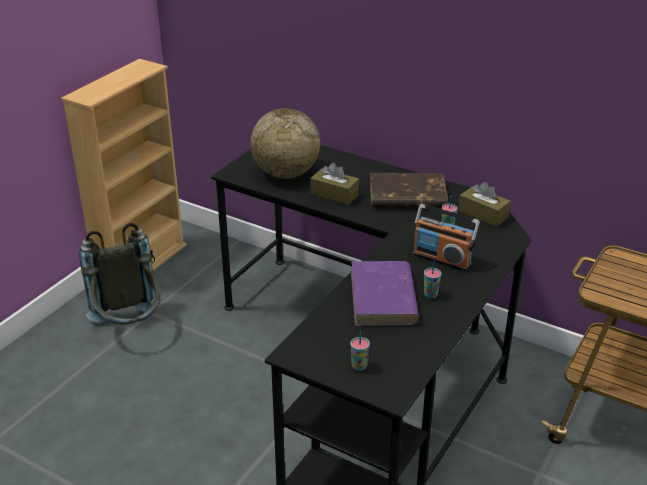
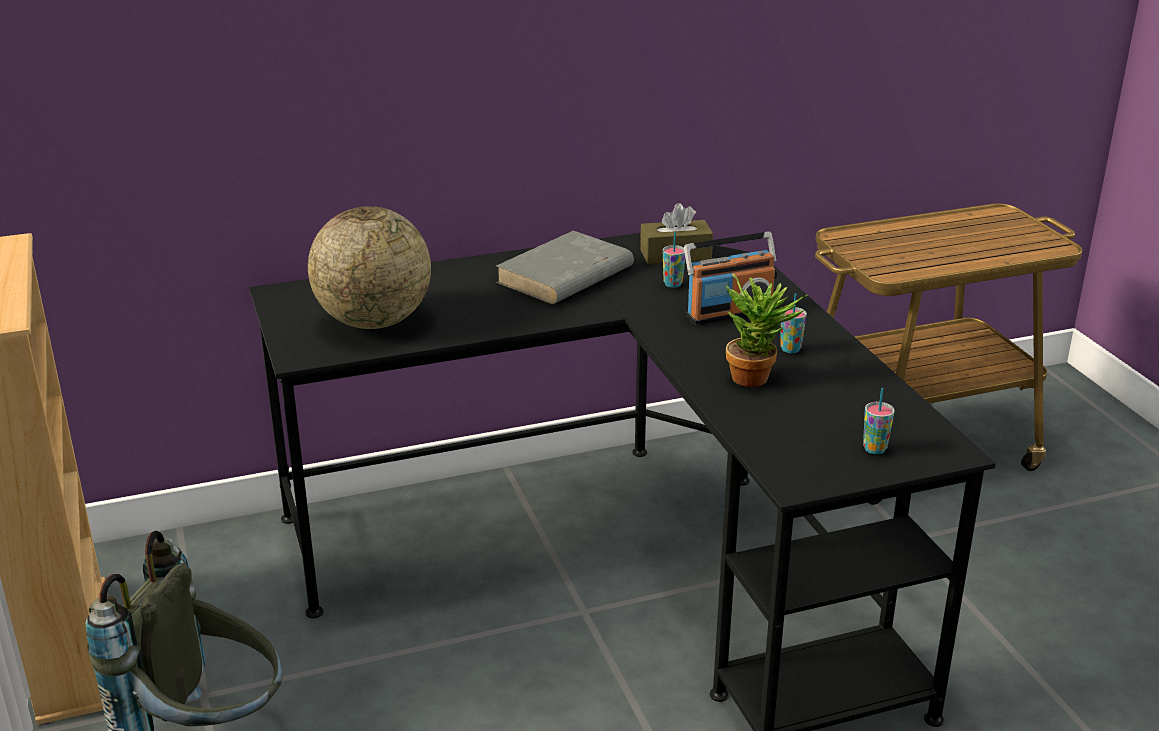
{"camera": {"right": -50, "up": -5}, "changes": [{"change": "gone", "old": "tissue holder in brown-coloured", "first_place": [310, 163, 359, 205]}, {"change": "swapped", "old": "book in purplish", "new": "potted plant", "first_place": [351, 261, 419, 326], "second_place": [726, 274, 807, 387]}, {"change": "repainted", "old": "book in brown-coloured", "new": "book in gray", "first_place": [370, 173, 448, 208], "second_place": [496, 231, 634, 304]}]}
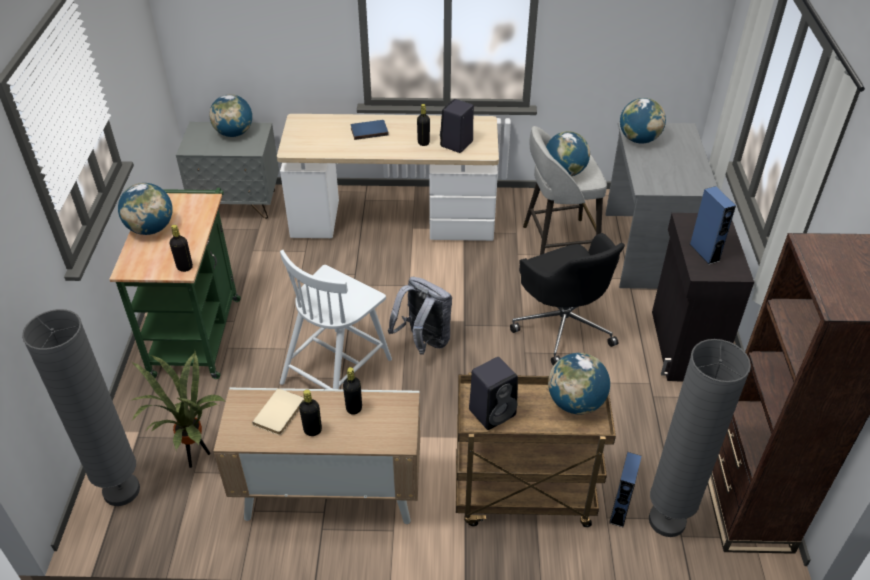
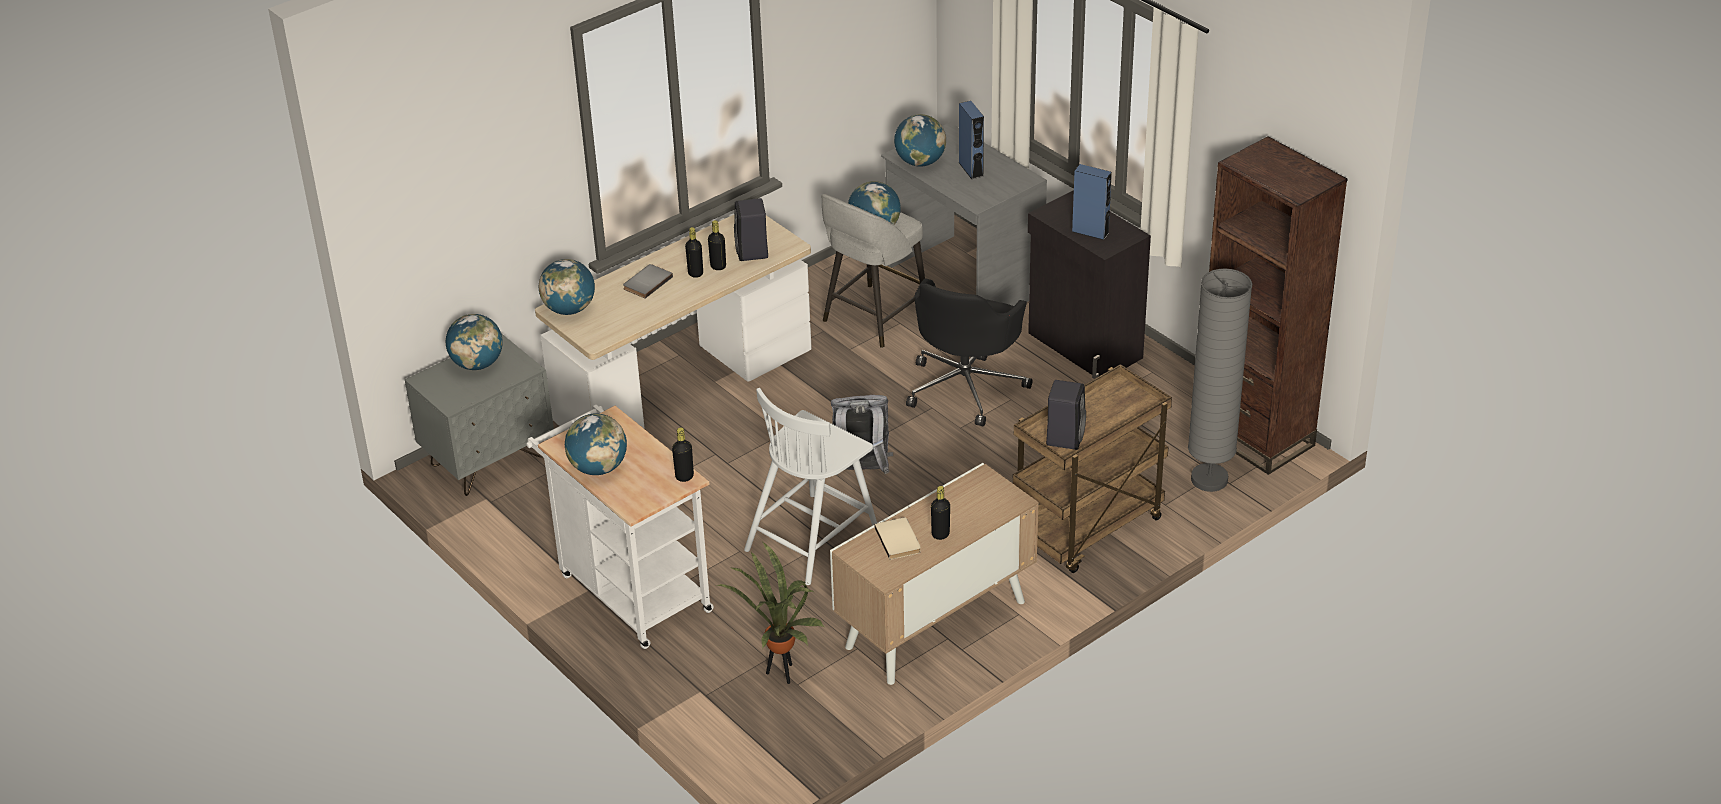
{"camera": {"right": -40, "up": -5}, "changes": [{"change": "gone", "old": "standing lamp in gray", "first_place": [22, 309, 140, 506]}, {"change": "shifted", "old": "drink bottle in black", "first_place": [343, 367, 362, 415], "second_place": [685, 227, 703, 278]}, {"change": "shifted", "old": "globe", "first_place": [548, 353, 610, 414], "second_place": [539, 259, 595, 315]}, {"change": "shifted", "old": "speaker in bluish", "first_place": [609, 452, 642, 527], "second_place": [958, 101, 984, 179]}, {"change": "repainted", "old": "wheeled cart in greenish", "new": "wheeled cart in whitish", "first_place": [109, 188, 241, 379], "second_place": [526, 405, 714, 649]}, {"change": "repainted", "old": "book in bluish", "new": "book in gray", "first_place": [351, 120, 389, 140], "second_place": [623, 264, 673, 298]}, {"change": "rotated", "old": "chair in whitish", "first_place": [280, 250, 392, 389], "second_place": [744, 388, 877, 585], "degrees": 45}, {"change": "rotated", "old": "desk chair in black", "first_place": [510, 233, 625, 366], "second_place": [906, 279, 1032, 427], "degrees": 90}]}
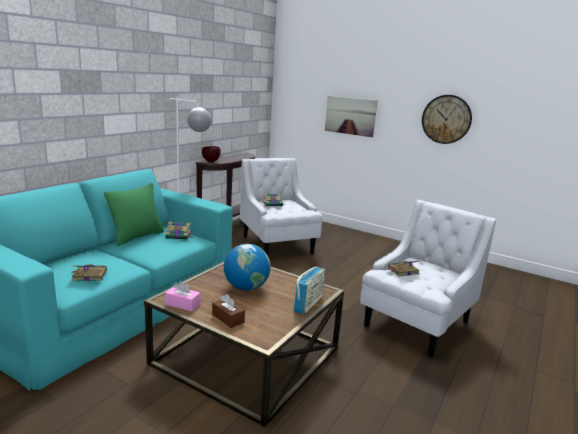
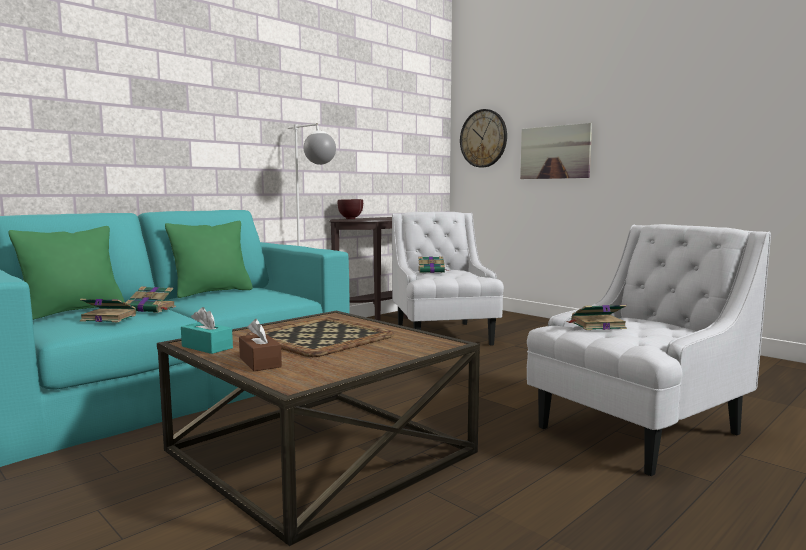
{"camera": {"right": 15, "up": -10}, "changes": [{"change": "gone", "old": "radio set", "first_place": [293, 267, 325, 315]}, {"change": "new", "new": "cushion in greenish", "second_place": [9, 226, 125, 320]}, {"change": "shifted", "old": "book", "first_place": [165, 222, 192, 240], "second_place": [126, 286, 176, 313]}, {"change": "shifted", "old": "clock on the wall", "first_place": [422, 95, 472, 144], "second_place": [460, 109, 507, 168]}, {"change": "swapped", "old": "globe", "new": "serving tray", "first_place": [224, 244, 270, 291], "second_place": [246, 317, 394, 357]}, {"change": "repainted", "old": "tissue holder in pinkish", "new": "tissue holder in turquoise", "first_place": [165, 281, 201, 312], "second_place": [181, 307, 233, 354]}]}
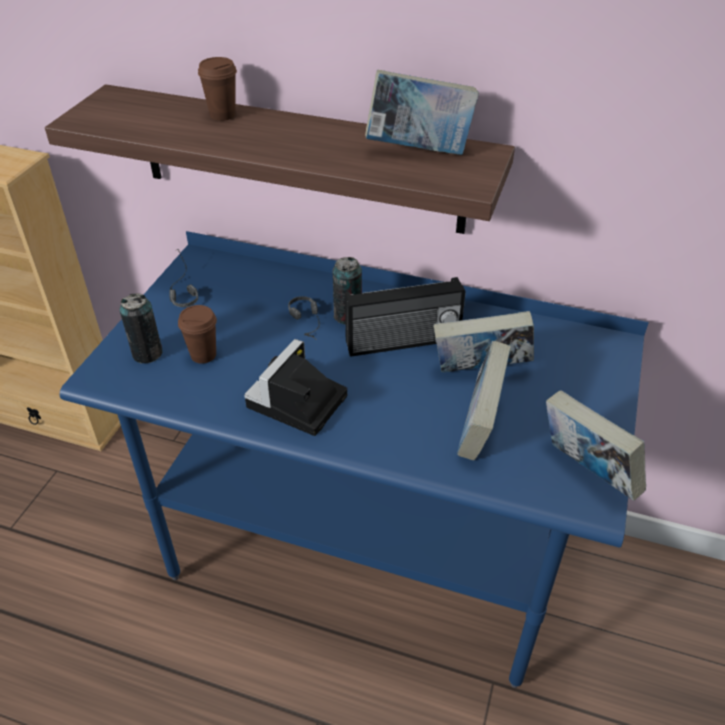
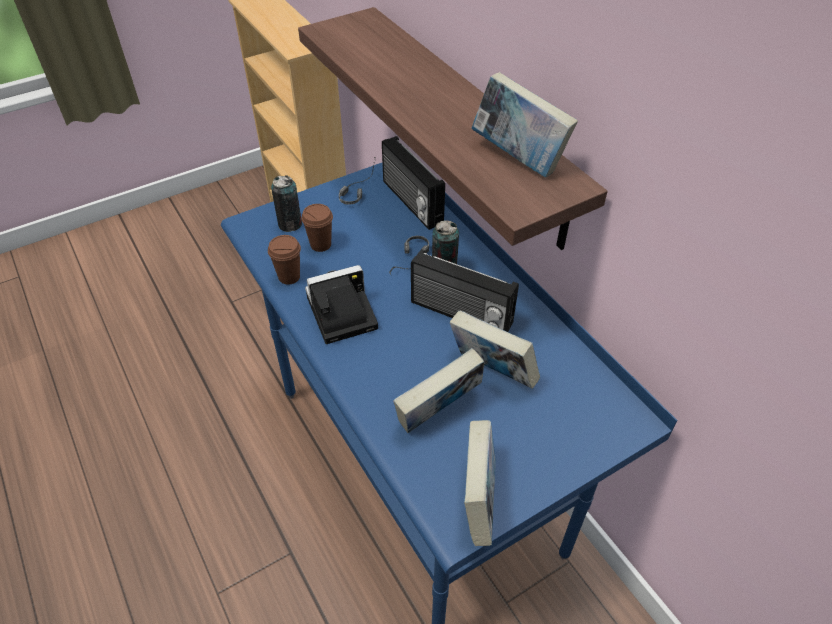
{"camera": {"right": 40, "up": 5}, "changes": [{"change": "new", "new": "radio set", "second_place": [382, 136, 445, 230]}, {"change": "shifted", "old": "small cup in brown-coloured", "first_place": [198, 57, 237, 121], "second_place": [268, 235, 301, 285]}]}
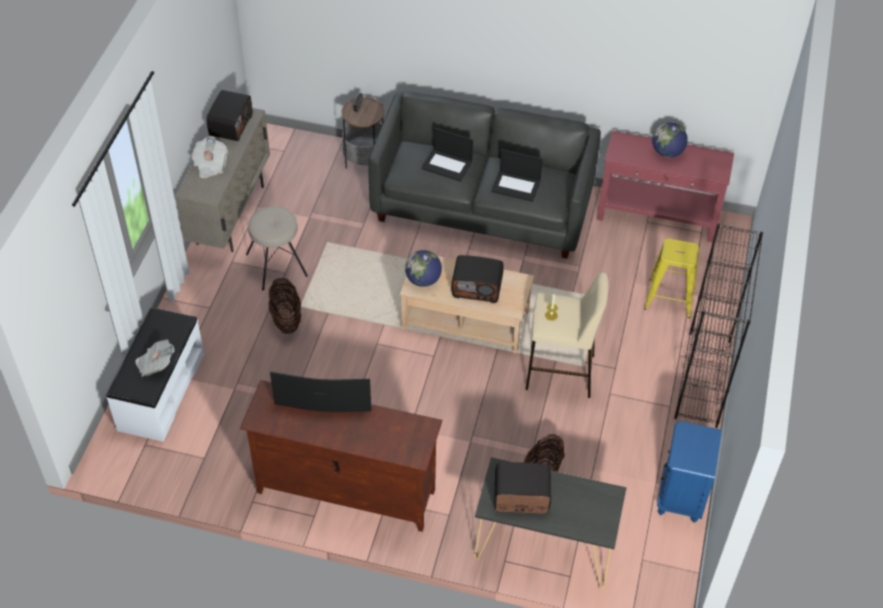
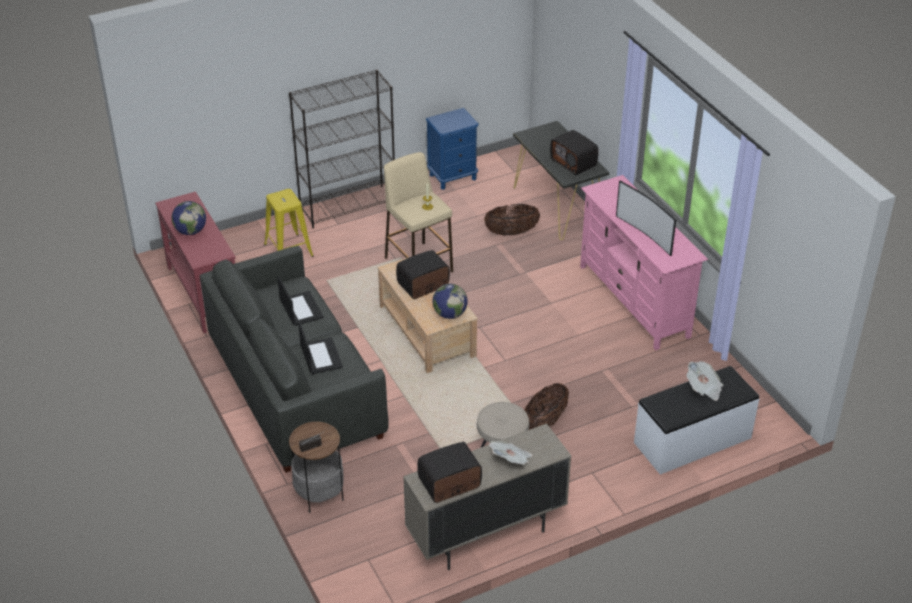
{"camera": {"right": -130, "up": -10}, "changes": [{"change": "repainted", "old": "tv unit in brown-coloured", "new": "tv unit in pinkish", "first_place": [240, 380, 442, 532], "second_place": [580, 175, 708, 350]}, {"change": "rotated", "old": "radio set", "first_place": [451, 255, 504, 303], "second_place": [396, 250, 450, 299], "degrees": -90}]}
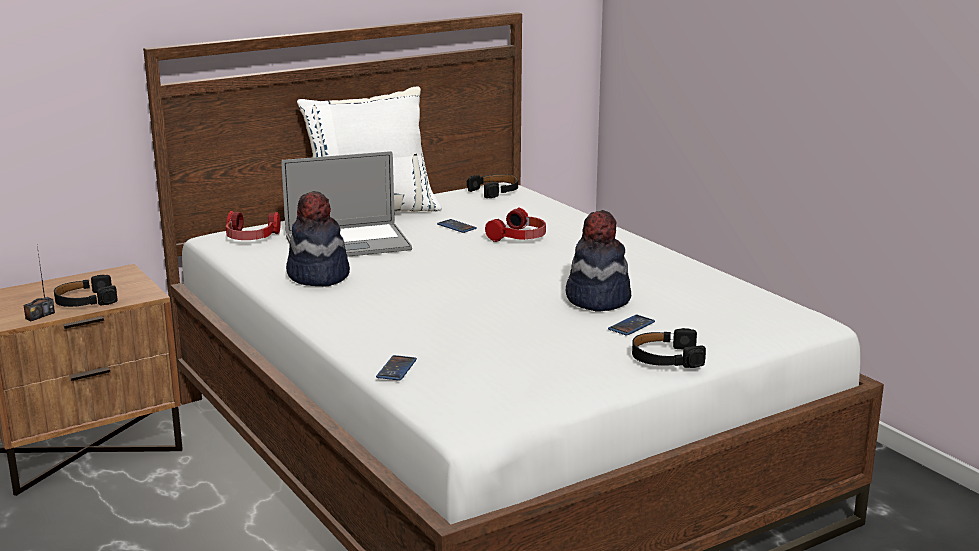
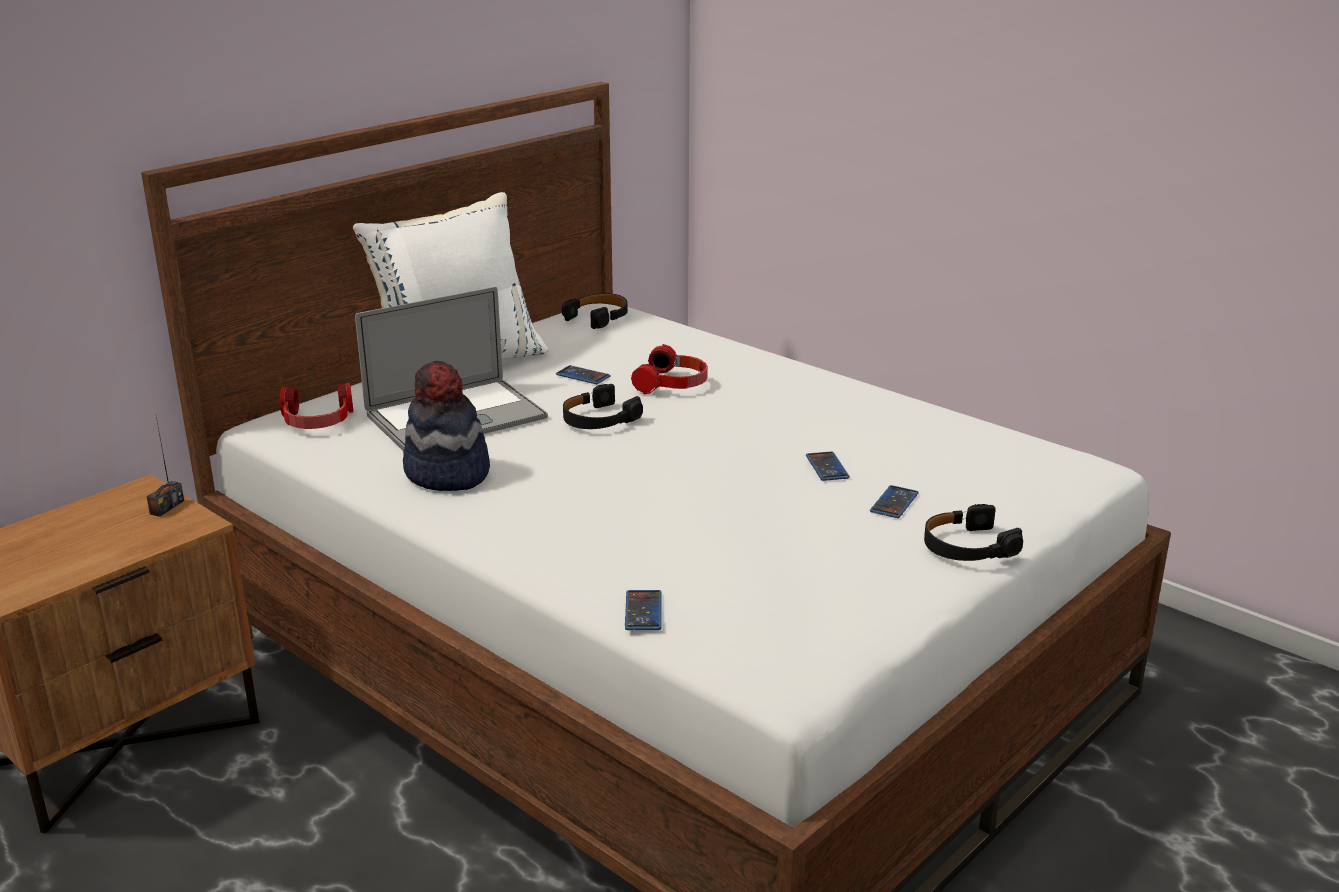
{"camera": {"right": -15, "up": 5}, "changes": [{"change": "shifted", "old": "radio set", "first_place": [23, 246, 55, 321], "second_place": [146, 417, 184, 517]}, {"change": "shifted", "old": "pair of headphones in black", "first_place": [54, 275, 118, 307], "second_place": [563, 384, 643, 429]}, {"change": "swapped", "old": "clothing hat", "new": "phone", "first_place": [566, 210, 631, 312], "second_place": [806, 451, 850, 481]}]}
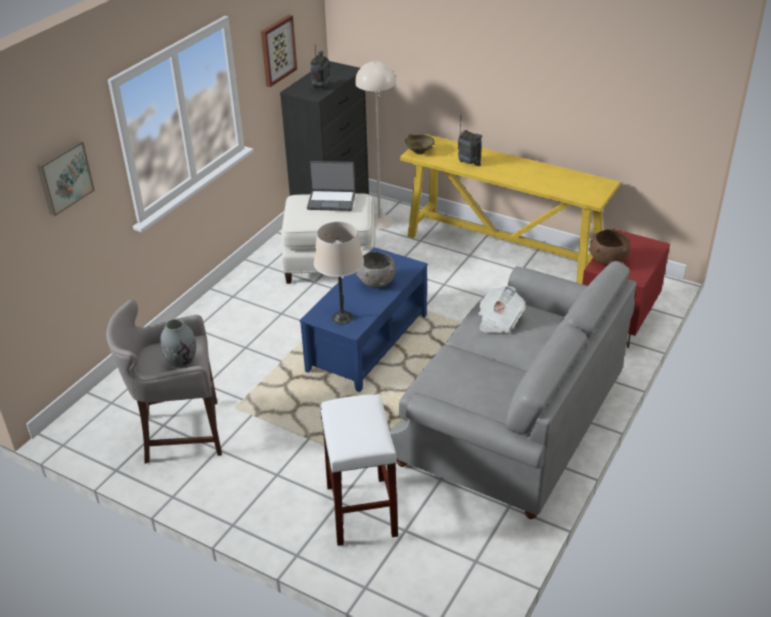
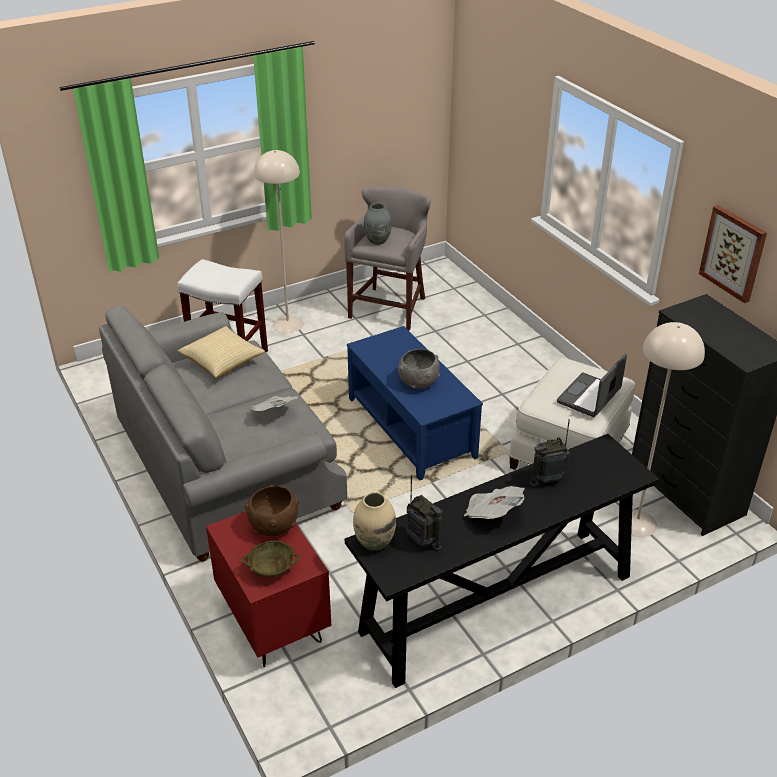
{"camera": {"right": 120, "up": 0}, "changes": [{"change": "gone", "old": "wall picture", "first_place": [37, 140, 94, 216]}, {"change": "gone", "old": "tabletop lamp in beige-coloured", "first_place": [314, 222, 364, 325]}, {"change": "new", "new": "cushion", "second_place": [178, 326, 265, 378]}, {"change": "new", "new": "standing lamp in beige-coloured", "second_place": [254, 150, 303, 333]}, {"change": "new", "new": "decorative vase in beige-coloured", "second_place": [353, 492, 396, 551]}, {"change": "new", "new": "daily paper", "second_place": [464, 486, 524, 519]}, {"change": "shifted", "old": "radio set", "first_place": [310, 45, 330, 90], "second_place": [406, 475, 443, 551]}, {"change": "shifted", "old": "deep dish in beige-coloured", "first_place": [405, 134, 435, 155], "second_place": [242, 541, 300, 577]}, {"change": "repainted", "old": "hall table in yellow", "new": "hall table in black", "first_place": [400, 134, 620, 284], "second_place": [345, 434, 659, 688]}]}
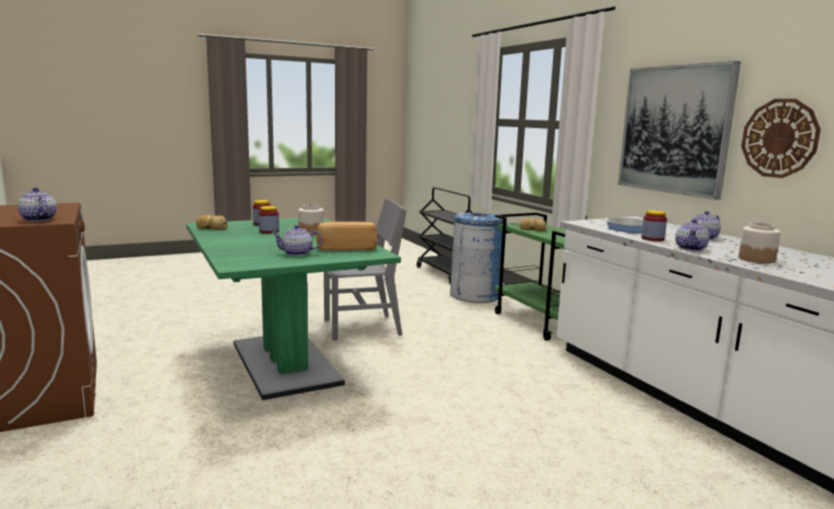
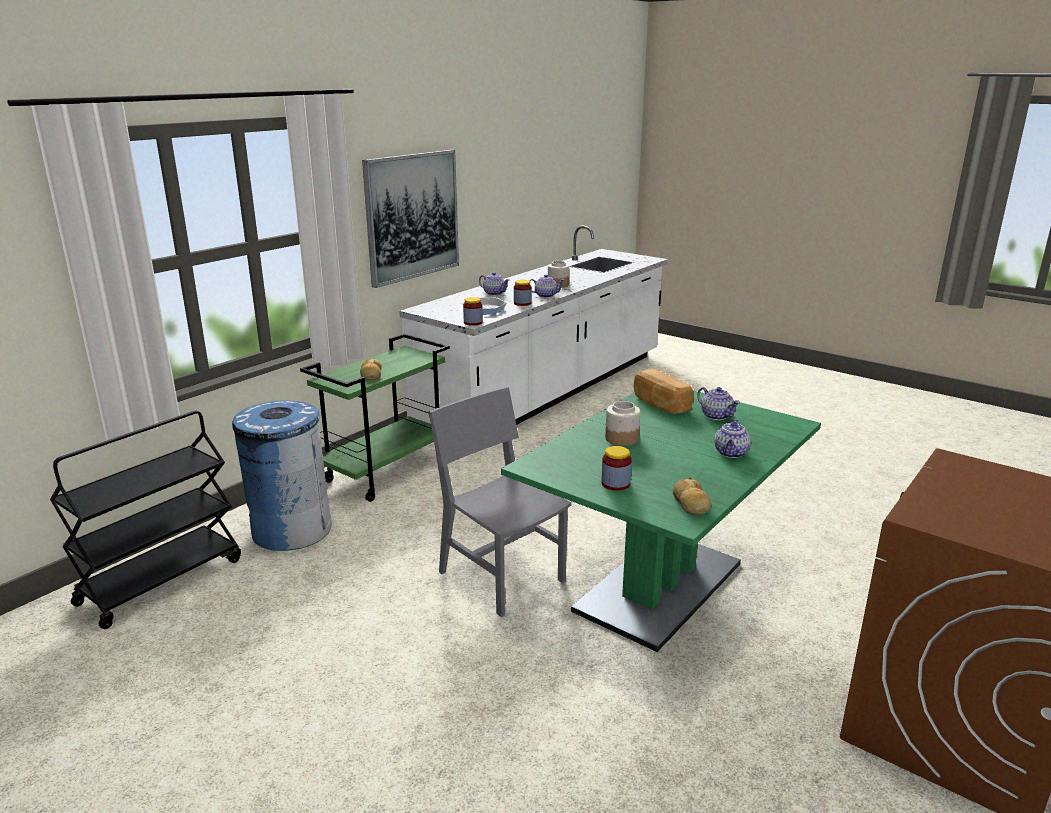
{"camera": {"right": -115, "up": 10}, "changes": [{"change": "gone", "old": "clock on the wall", "first_place": [741, 99, 821, 178]}, {"change": "shifted", "old": "teapot", "first_place": [18, 187, 57, 221], "second_place": [714, 419, 751, 458]}, {"change": "shifted", "old": "jar", "first_place": [259, 206, 279, 234], "second_place": [463, 297, 483, 326]}]}
